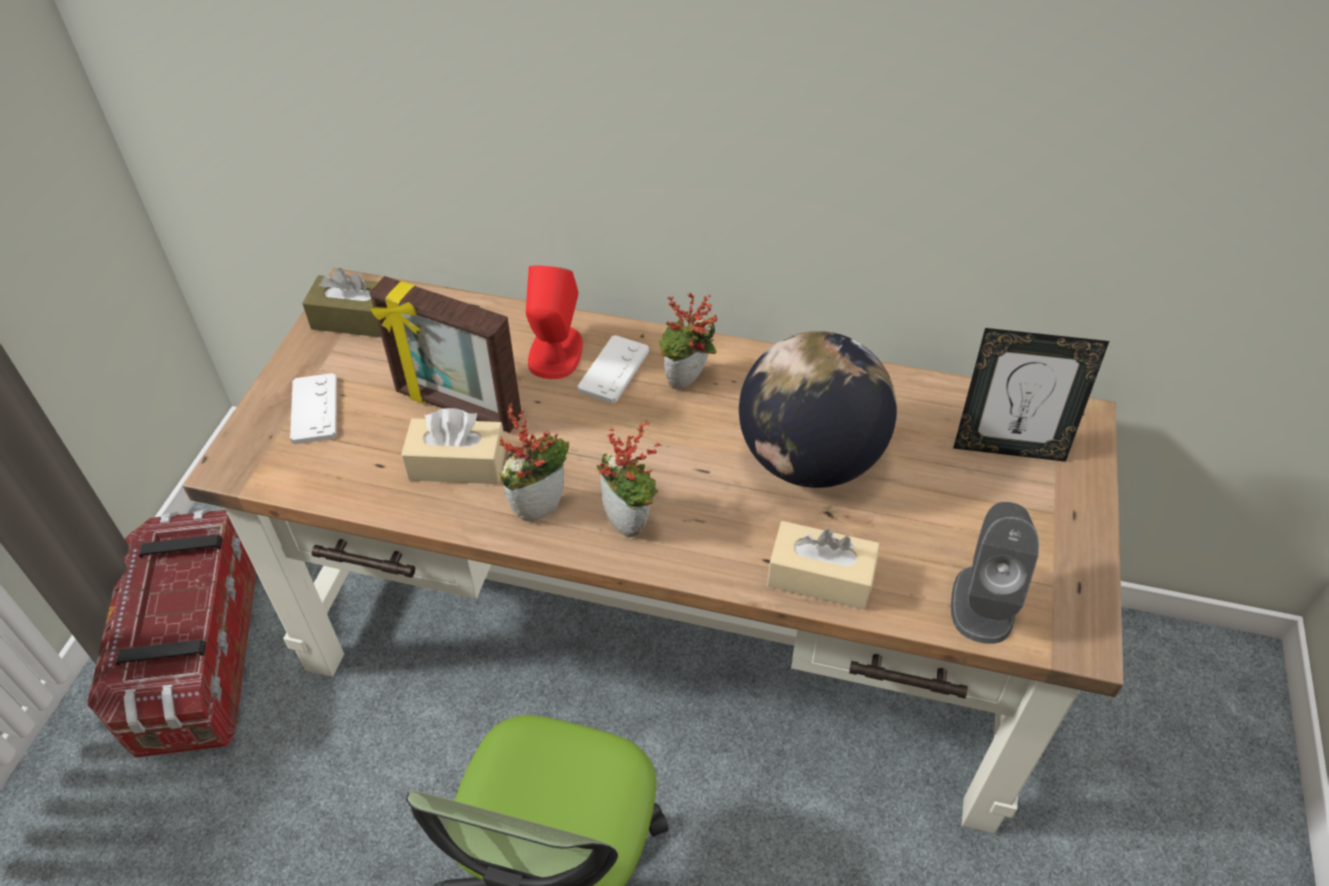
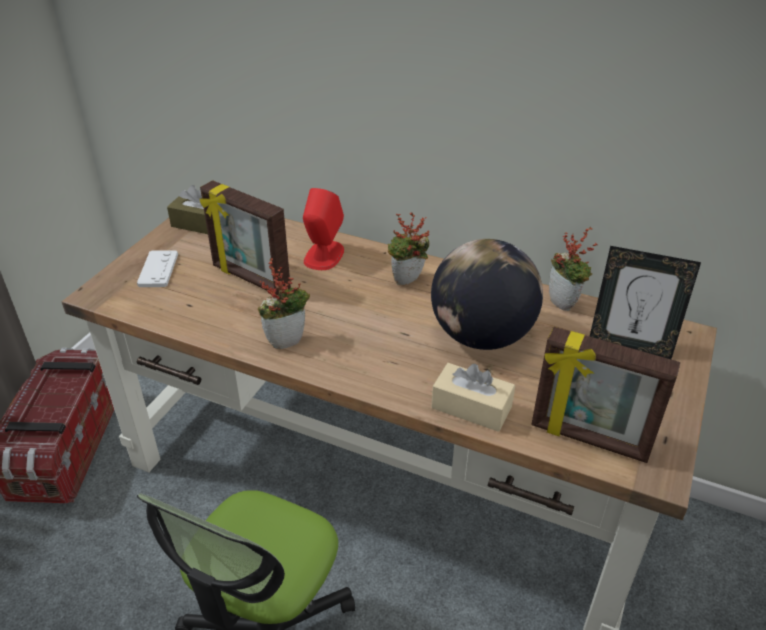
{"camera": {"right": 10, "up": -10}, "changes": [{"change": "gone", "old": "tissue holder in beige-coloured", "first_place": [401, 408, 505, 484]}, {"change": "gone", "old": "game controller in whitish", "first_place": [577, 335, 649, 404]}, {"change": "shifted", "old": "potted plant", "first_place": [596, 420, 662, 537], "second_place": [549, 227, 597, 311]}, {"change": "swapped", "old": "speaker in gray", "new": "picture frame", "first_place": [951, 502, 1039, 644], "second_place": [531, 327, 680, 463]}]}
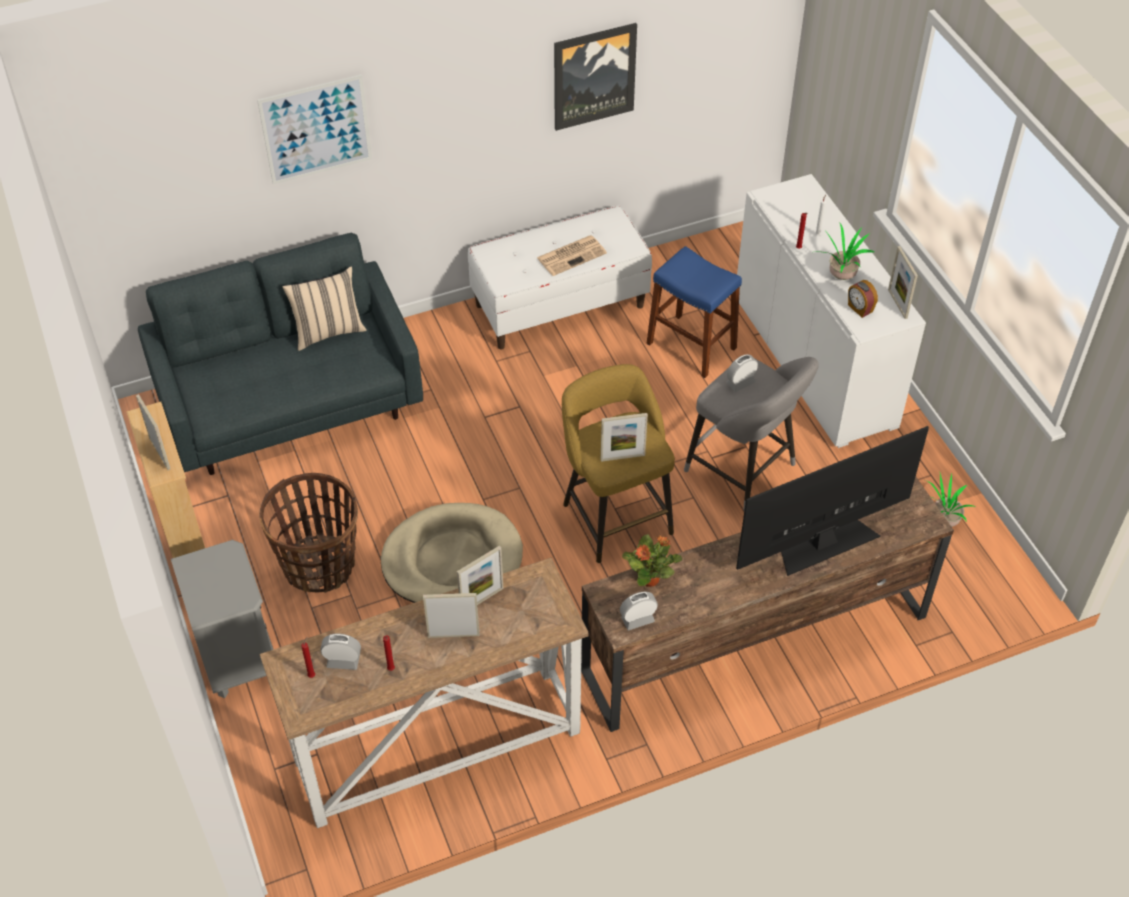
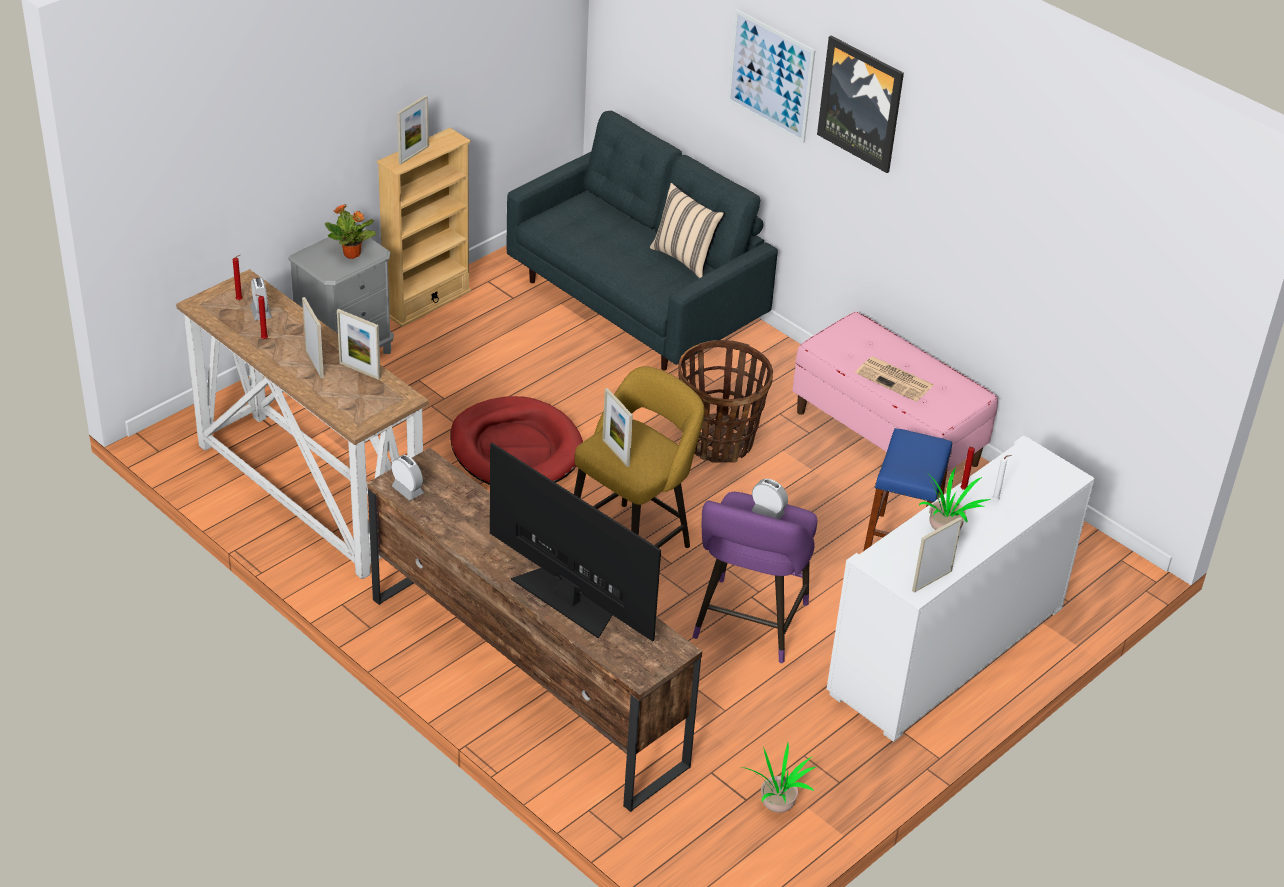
{"camera": {"right": 65, "up": -10}, "changes": [{"change": "gone", "old": "bedside clock", "first_place": [848, 280, 878, 318]}, {"change": "shifted", "old": "basket", "first_place": [259, 473, 358, 593], "second_place": [679, 340, 773, 463]}, {"change": "shifted", "old": "wall picture", "first_place": [554, 23, 637, 131], "second_place": [817, 36, 904, 173]}, {"change": "shifted", "old": "potted plant", "first_place": [622, 534, 682, 587], "second_place": [325, 205, 376, 259]}, {"change": "repainted", "old": "pet bed in beige-coloured", "new": "pet bed in red", "first_place": [381, 503, 523, 603], "second_place": [450, 396, 583, 485]}, {"change": "repainted", "old": "long seat in whitish", "new": "long seat in pinkish", "first_place": [468, 206, 652, 349], "second_place": [792, 312, 998, 472]}, {"change": "repainted", "old": "stool seat in gray", "new": "stool seat in purplish", "first_place": [684, 357, 819, 510], "second_place": [693, 492, 817, 663]}]}
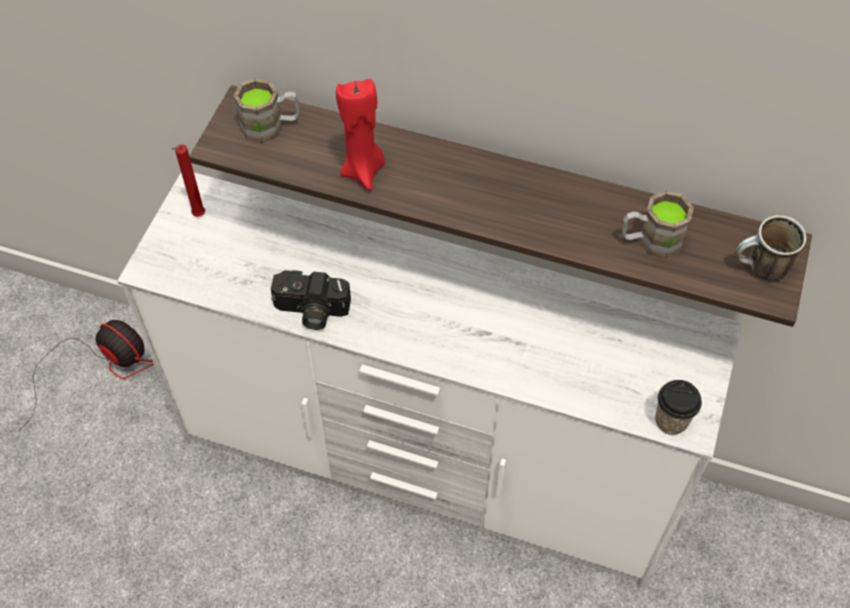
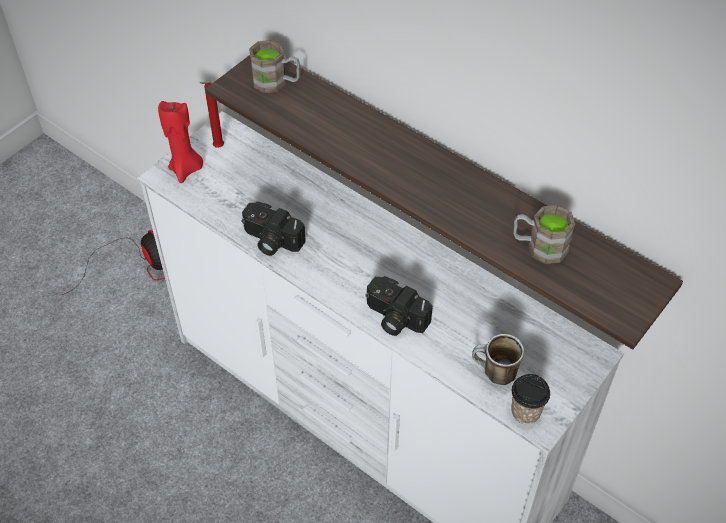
{"camera": {"right": 20, "up": -5}, "changes": [{"change": "new", "new": "still camera", "second_place": [365, 276, 432, 336]}, {"change": "shifted", "old": "wax light in red", "first_place": [336, 78, 385, 191], "second_place": [158, 101, 203, 183]}, {"change": "shifted", "old": "coffee mug", "first_place": [736, 215, 806, 281], "second_place": [472, 334, 524, 385]}]}
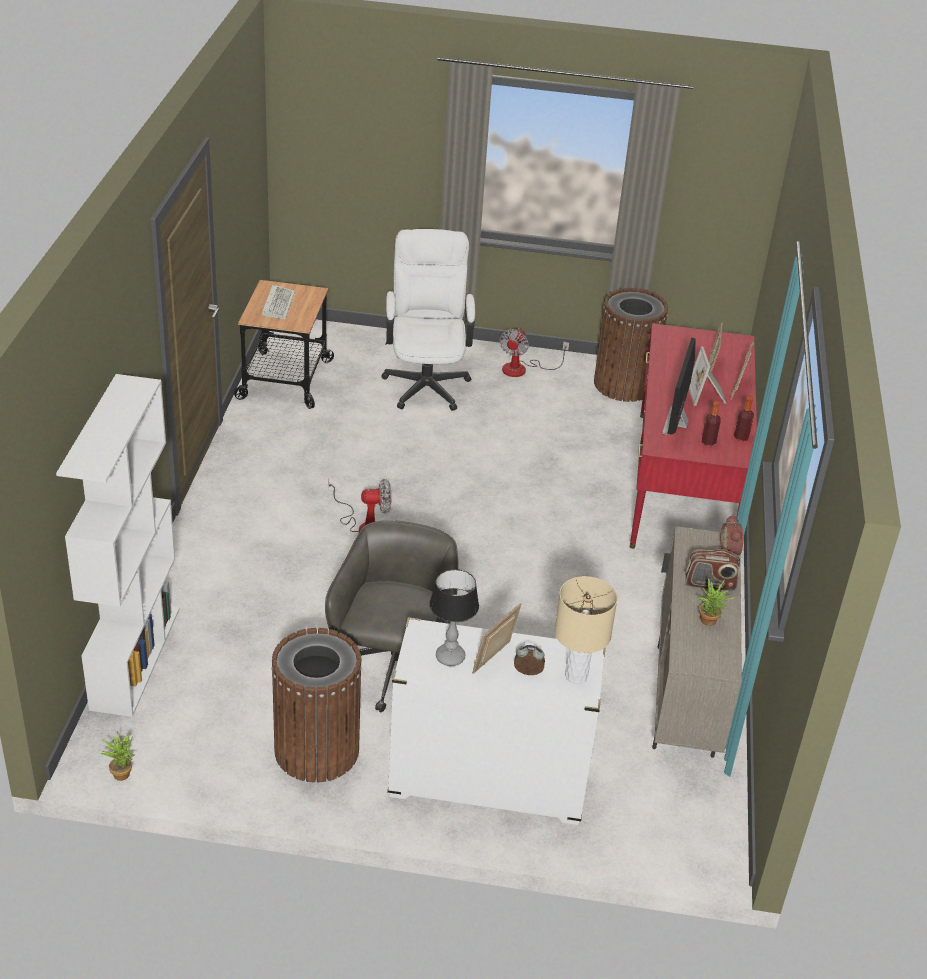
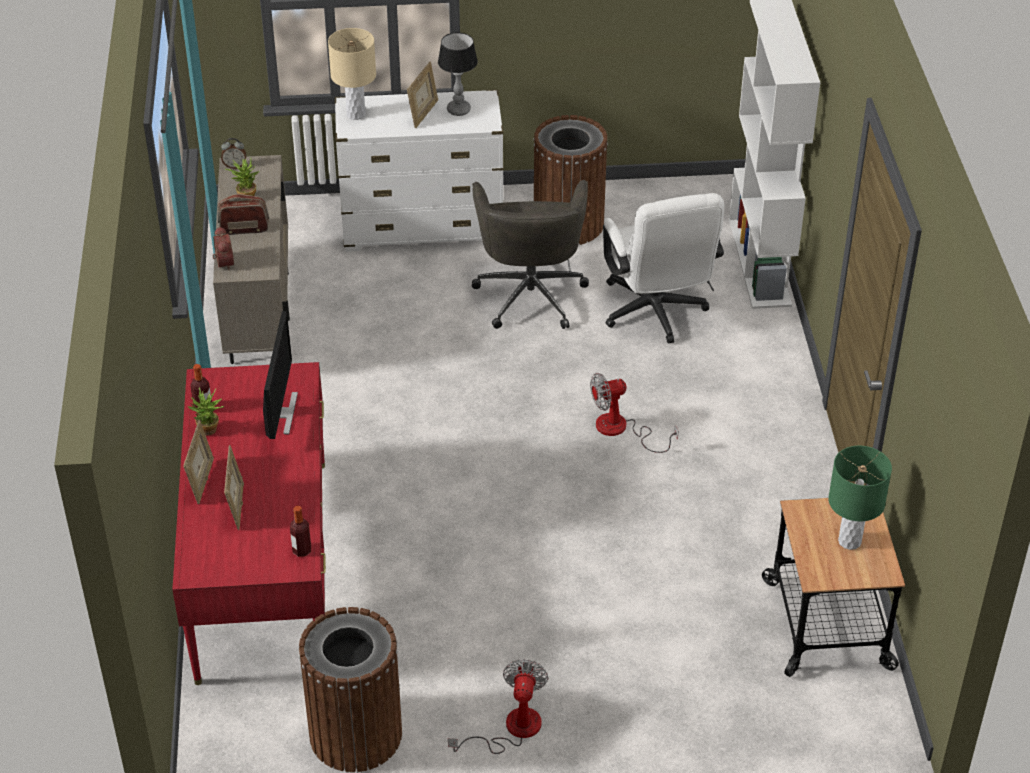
{"camera": {"right": 170, "up": 5}, "changes": [{"change": "gone", "old": "picture frame", "first_place": [689, 346, 727, 406]}, {"change": "shifted", "old": "potted plant", "first_place": [100, 731, 135, 781], "second_place": [187, 388, 225, 435]}, {"change": "shifted", "old": "desk chair in whitish", "first_place": [381, 229, 475, 411], "second_place": [603, 193, 724, 344]}, {"change": "shifted", "old": "bedside clock", "first_place": [514, 645, 545, 675], "second_place": [221, 138, 246, 169]}, {"change": "shifted", "old": "drink bottle", "first_place": [702, 401, 721, 446], "second_place": [290, 506, 311, 557]}, {"change": "swapped", "old": "PC keyboard", "new": "tabletop lamp in greenish", "first_place": [262, 285, 295, 319], "second_place": [828, 446, 892, 550]}]}
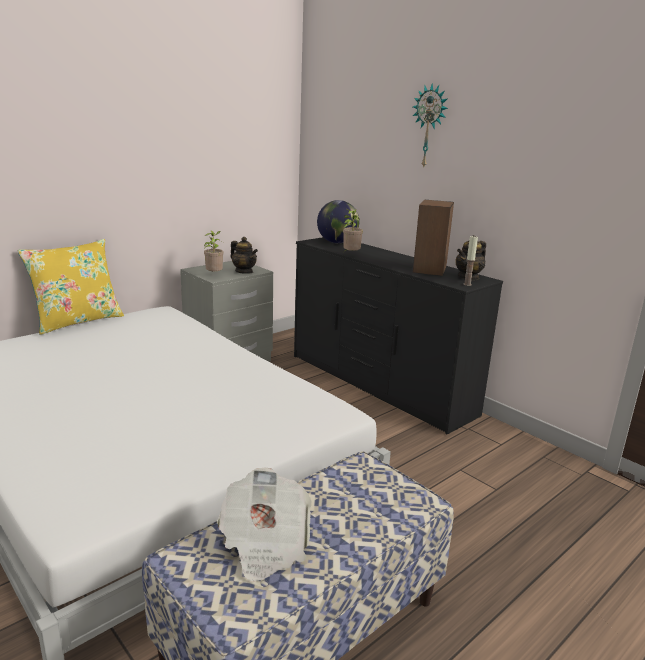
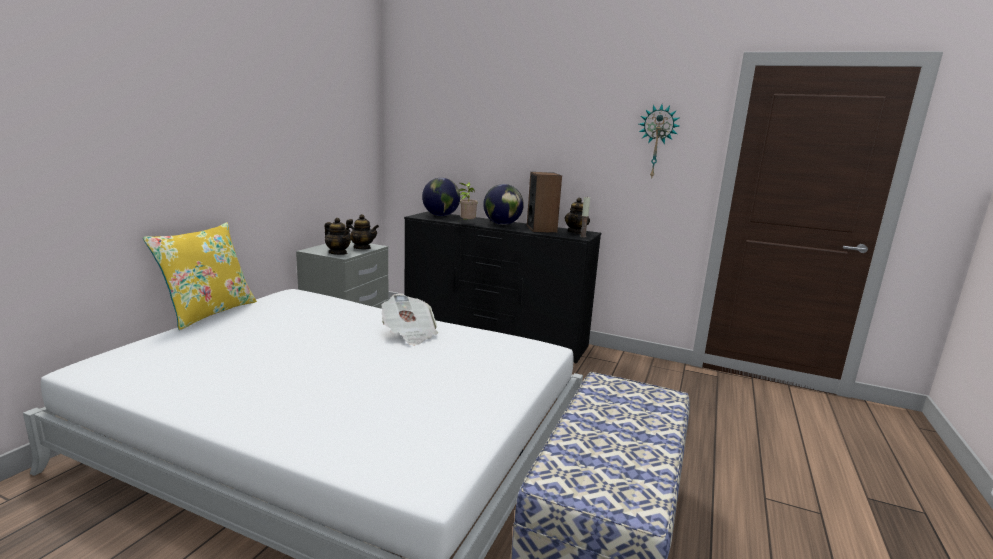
{"camera": {"right": -25, "up": -5}, "changes": [{"change": "new", "new": "globe", "second_place": [483, 184, 524, 225]}, {"change": "shifted", "old": "daily paper", "first_place": [217, 467, 312, 582], "second_place": [381, 294, 438, 346]}, {"change": "shifted", "old": "clock on the wall", "first_place": [413, 83, 448, 169], "second_place": [639, 104, 679, 177]}, {"change": "swapped", "old": "potted plant", "new": "teapot", "first_place": [204, 230, 224, 272], "second_place": [325, 218, 351, 255]}]}
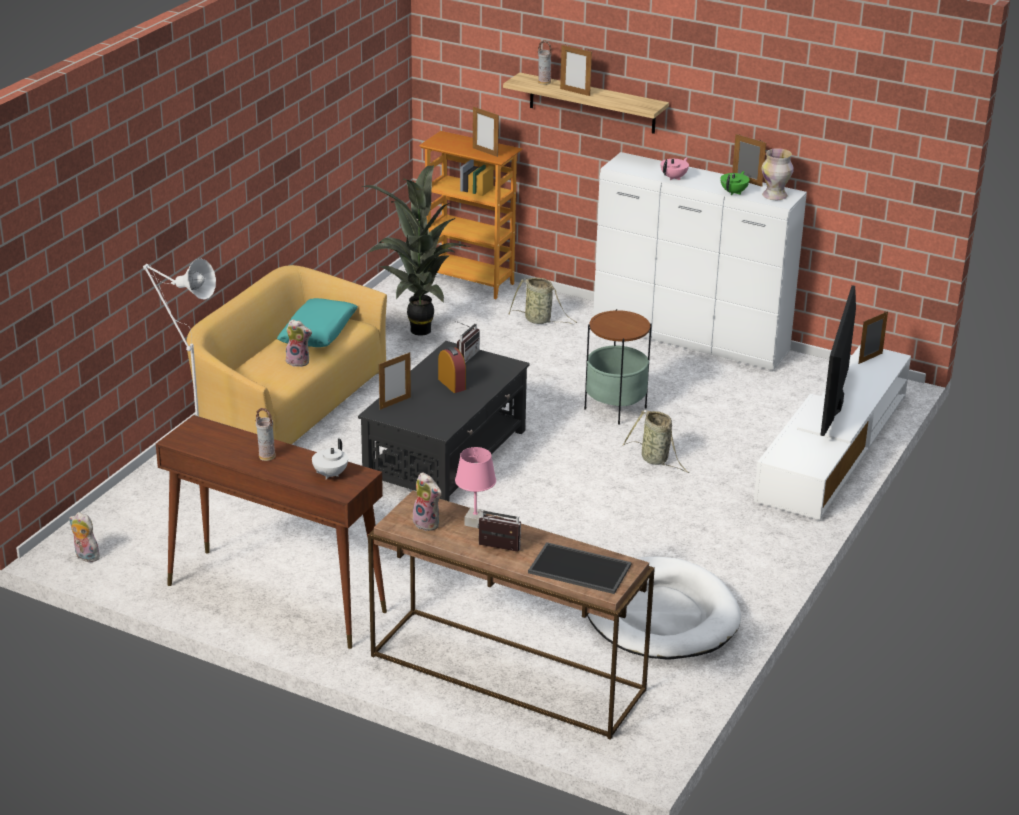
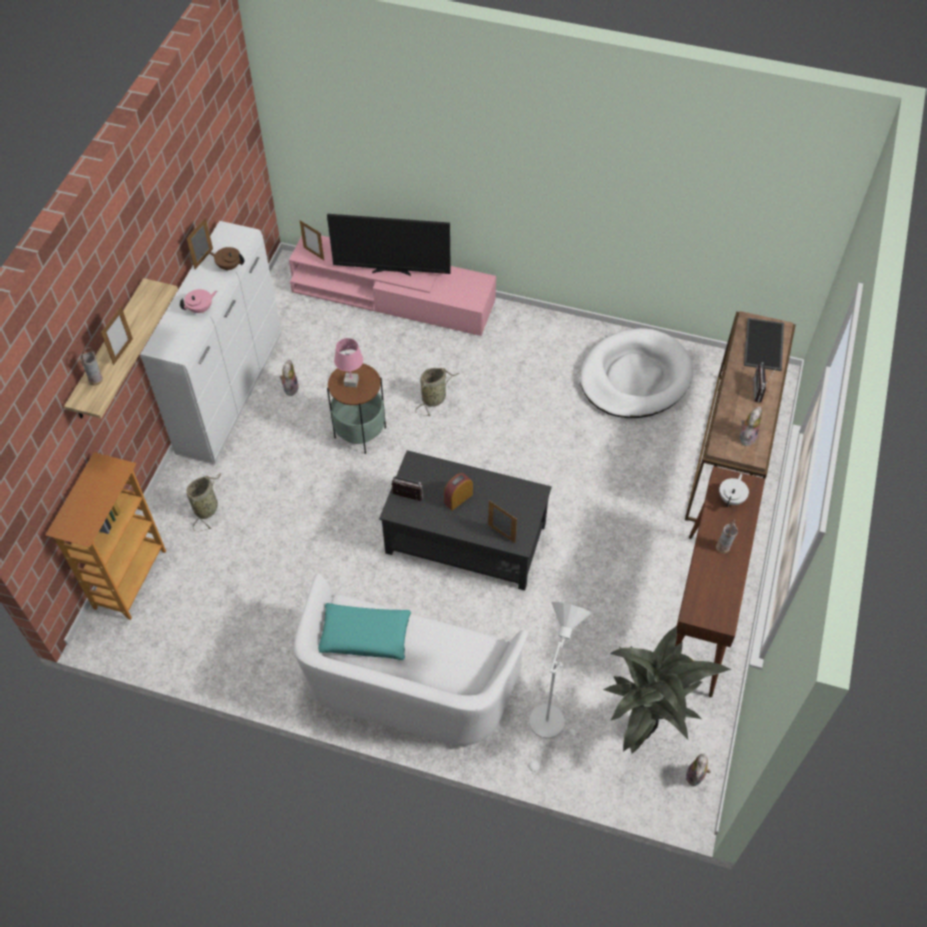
{"camera": {"right": -100, "up": 25}, "changes": [{"change": "gone", "old": "picture frame", "first_place": [473, 106, 499, 157]}, {"change": "gone", "old": "decorative vase", "first_place": [761, 148, 794, 200]}, {"change": "shifted", "old": "cuddly toy", "first_place": [286, 319, 312, 367], "second_place": [280, 360, 299, 396]}, {"change": "shifted", "old": "potted plant", "first_place": [362, 165, 470, 336], "second_place": [603, 626, 731, 754]}, {"change": "shifted", "old": "tabletop lamp in pinkish", "first_place": [455, 447, 496, 528], "second_place": [334, 338, 363, 388]}, {"change": "repainted", "old": "couch in yellow", "new": "couch in whitish", "first_place": [186, 265, 387, 444], "second_place": [294, 574, 528, 746]}, {"change": "repainted", "old": "teapot in greenish", "new": "teapot in brown-coloured", "first_place": [720, 171, 750, 195], "second_place": [209, 247, 244, 271]}, {"change": "repainted", "old": "tv unit in whitish", "new": "tv unit in pinkish", "first_place": [754, 344, 911, 520], "second_place": [289, 236, 496, 336]}, {"change": "rotated", "old": "teapot in whitish", "first_place": [312, 438, 348, 480], "second_place": [719, 473, 749, 507], "degrees": -75}, {"change": "rotated", "old": "teapot in pinkish", "first_place": [661, 157, 689, 180], "second_place": [180, 289, 217, 314], "degrees": 120}]}
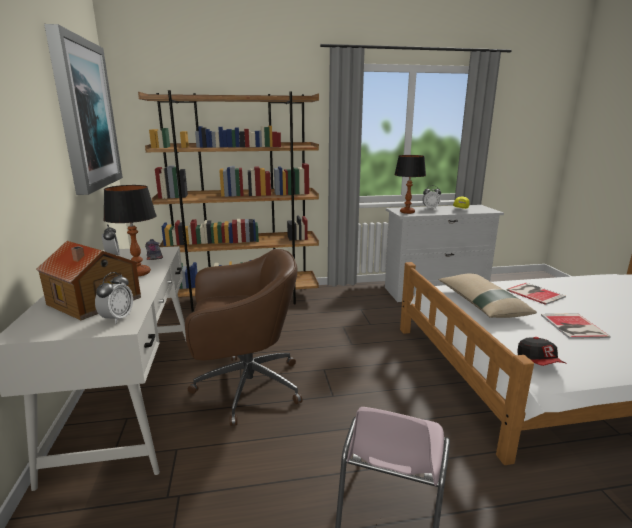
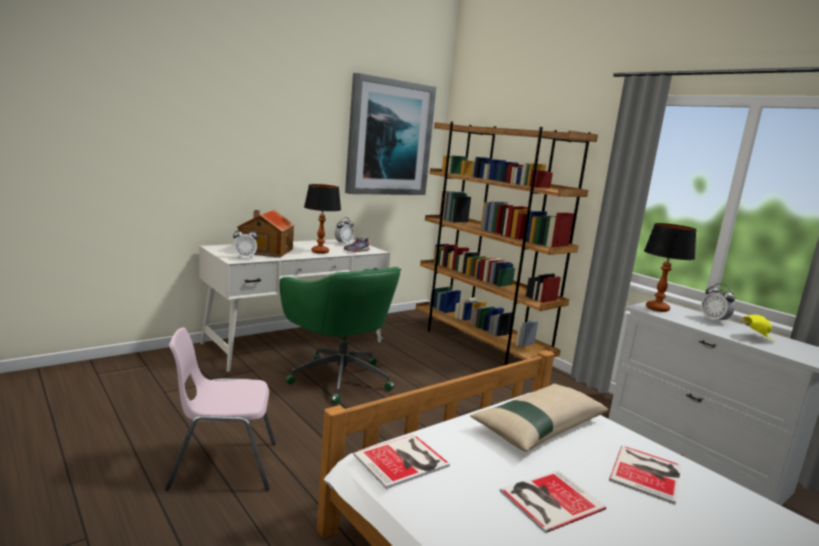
{"camera": {"right": 60, "up": -5}, "changes": [{"change": "swapped", "old": "cap", "new": "book", "first_place": [518, 337, 567, 366], "second_place": [353, 435, 450, 489]}, {"change": "repainted", "old": "desk chair in brown-coloured", "new": "desk chair in greenish", "first_place": [185, 249, 302, 426], "second_place": [280, 267, 401, 404]}]}
